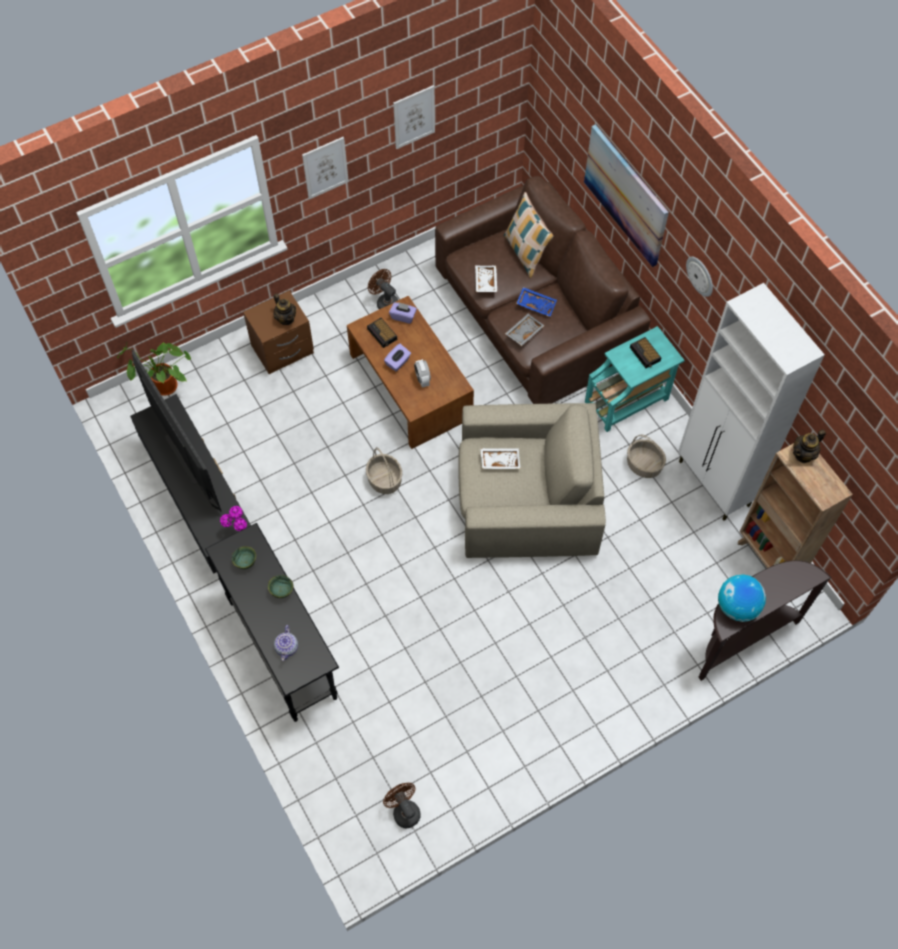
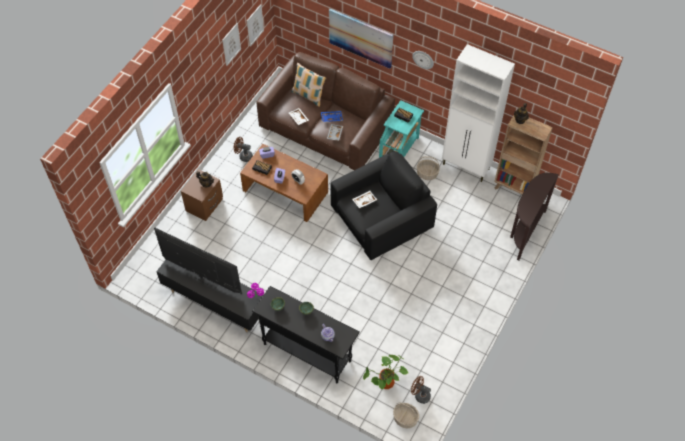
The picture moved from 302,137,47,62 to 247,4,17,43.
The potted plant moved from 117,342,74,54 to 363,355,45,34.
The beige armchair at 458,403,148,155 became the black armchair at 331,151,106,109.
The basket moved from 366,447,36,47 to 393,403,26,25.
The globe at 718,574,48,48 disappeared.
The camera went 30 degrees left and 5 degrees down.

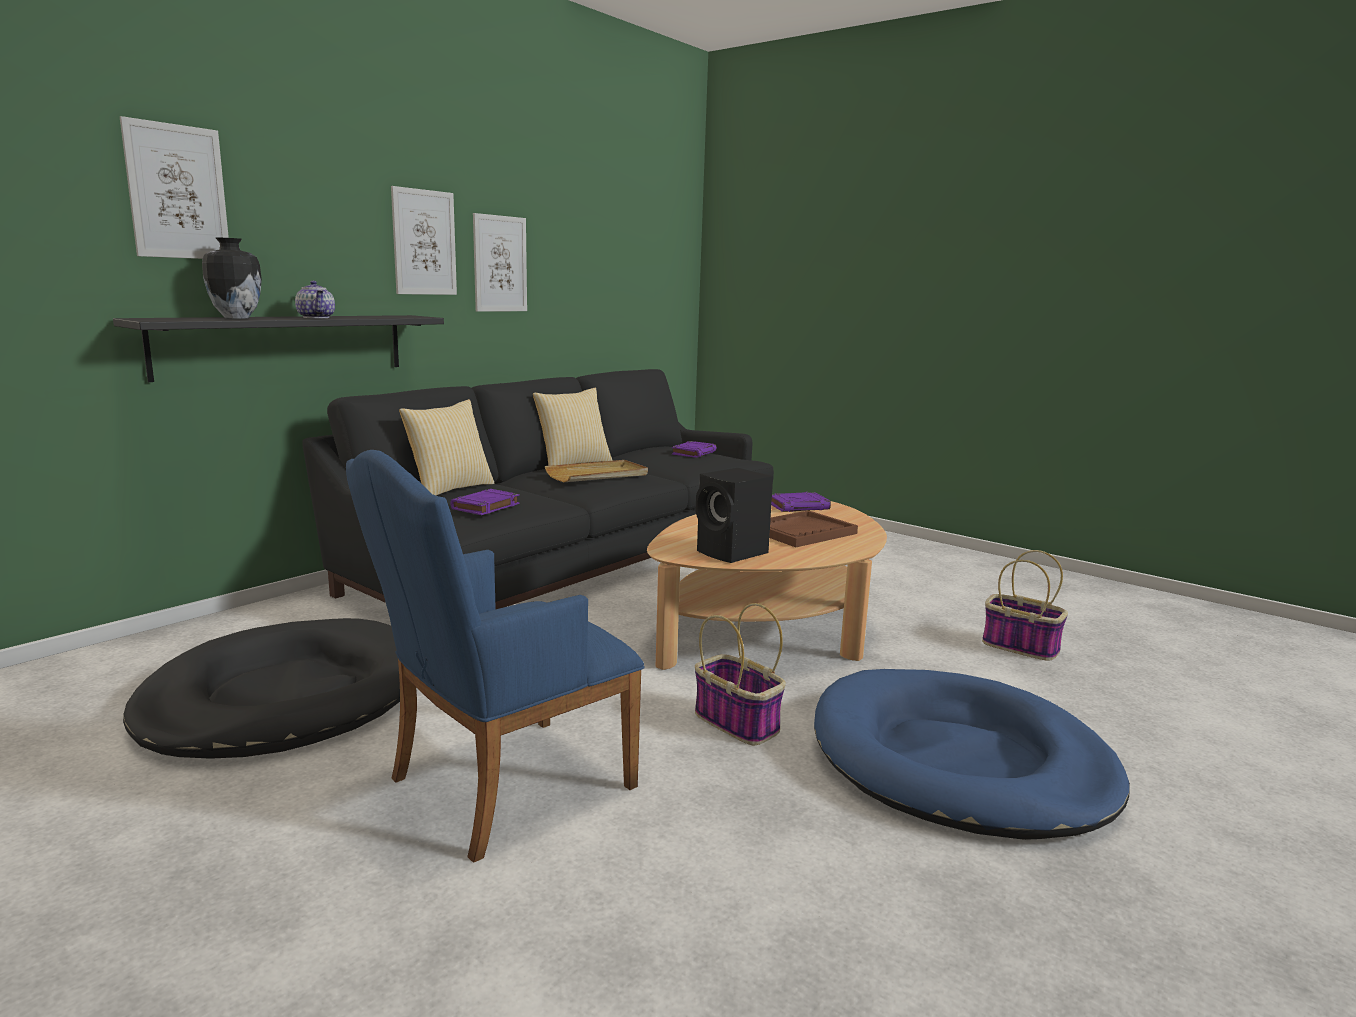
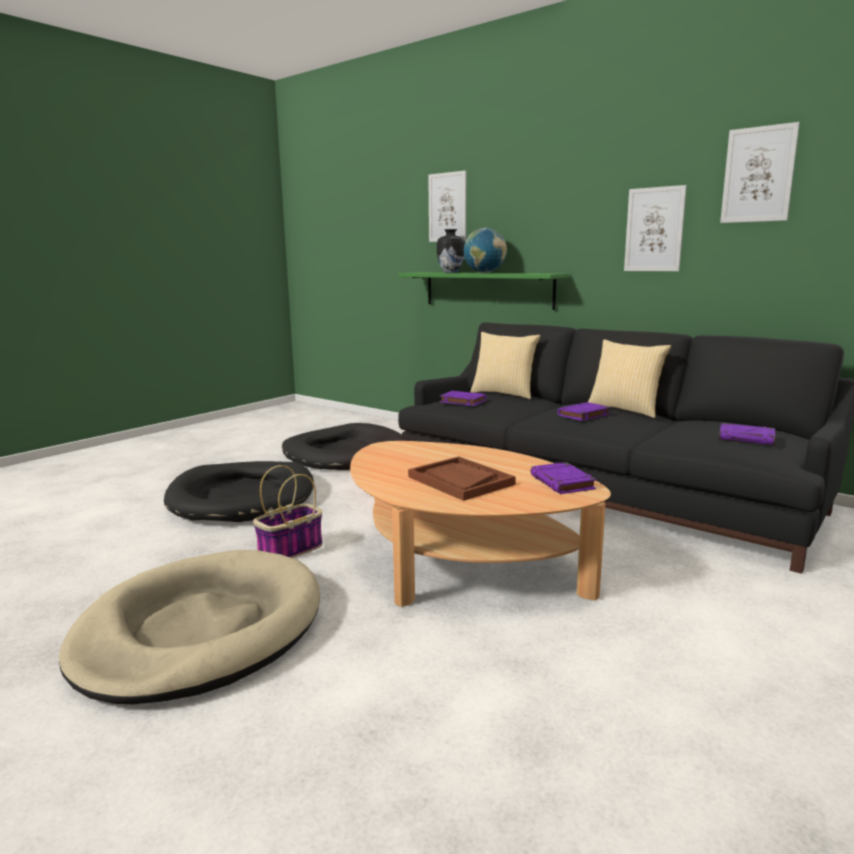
The picture moved from 391,186,66,109 to 720,122,80,101.
The teapot at 295,281,40,37 was replaced by the globe at 463,228,44,45.
The black shelf at 113,315,331,67 became the green shelf at 398,272,171,38.
The blue armchair at 346,450,299,413 was replaced by the black dog bed at 164,461,150,61.
The beige tray at 545,460,103,22 was replaced by the purple book at 558,402,52,19.
The black speaker at 696,468,77,95 disappeared.
The basket at 982,550,86,111 disappeared.
The blue dog bed at 814,669,316,171 became the beige dog bed at 59,550,261,154.
The camera went 90 degrees right and 0 degrees up.

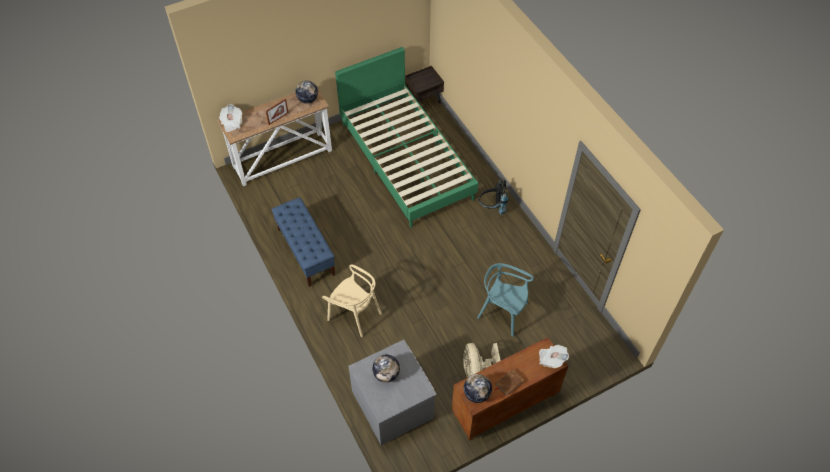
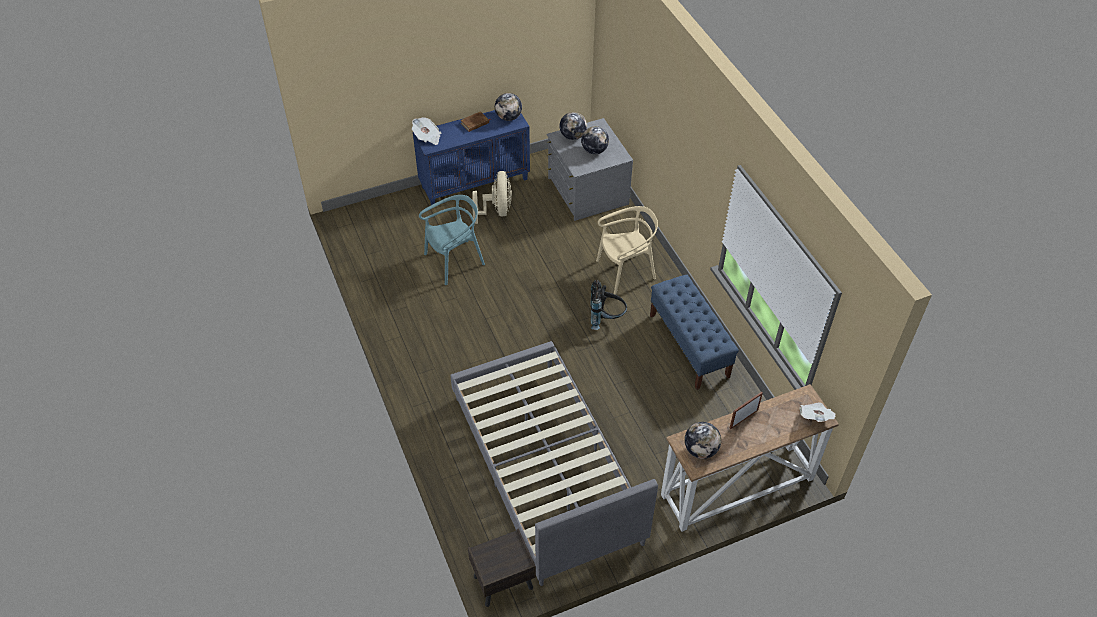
The green bed at 335,47,143,181 became the grey bed at 450,341,208,245.
The black backpack moved from 479,179,29,36 to 590,280,37,50.
The turquoise chair at 477,263,57,74 turned 60 degrees counterclockwise.
The beige chair at 322,264,60,73 turned 120 degrees clockwise.
The brown cabinet at 452,337,116,104 became the blue cabinet at 413,110,117,95.
The globe at 559,112,28,28 appeared.
The camera went 175 degrees left and 5 degrees down.

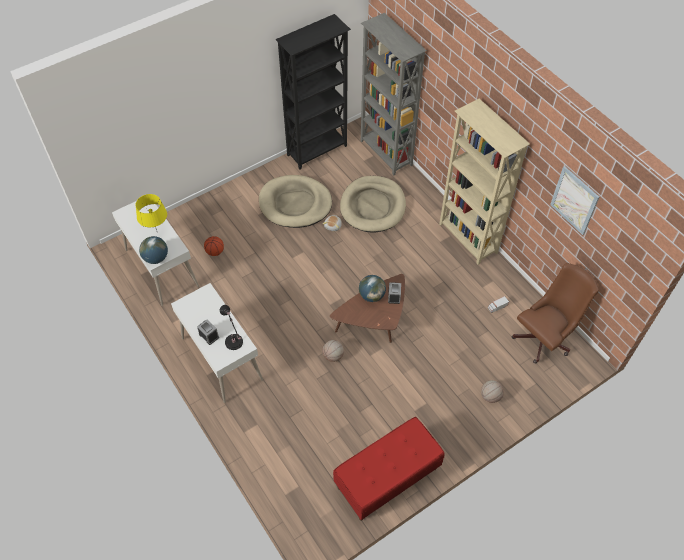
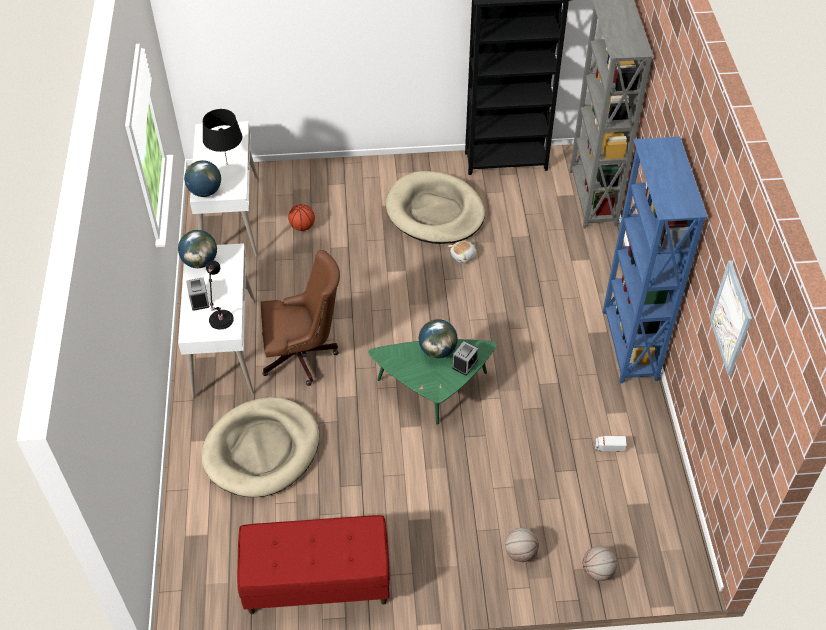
The beige bookcase at 439,99,91,166 became the blue bookcase at 603,137,105,246.
The beige dog bed moved from 340,176,66,57 to 201,397,118,100.
The yellow table lamp at 136,194,31,36 became the black table lamp at 203,109,39,56.
The brown office chair moved from 512,263,87,101 to 261,250,79,136.
The brown coffee table at 330,274,75,69 became the green coffee table at 368,339,129,86.
The basketball moved from 322,340,22,22 to 582,546,35,35.
The globe at 178,230,39,38 appeared.
The camera went 30 degrees right and 5 degrees down.

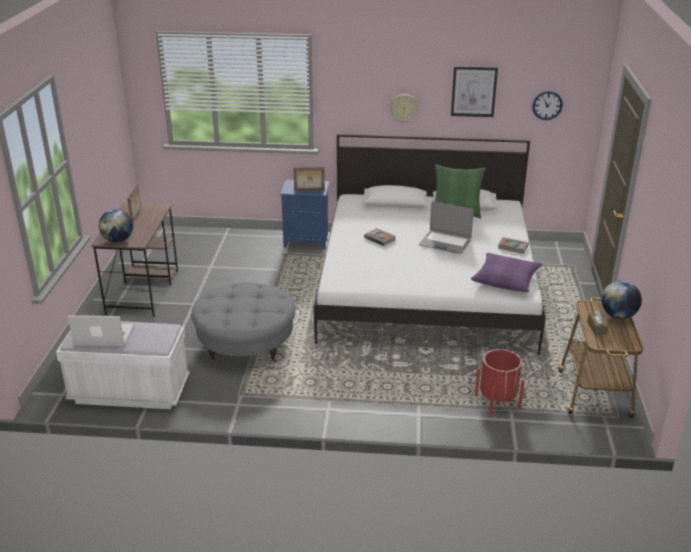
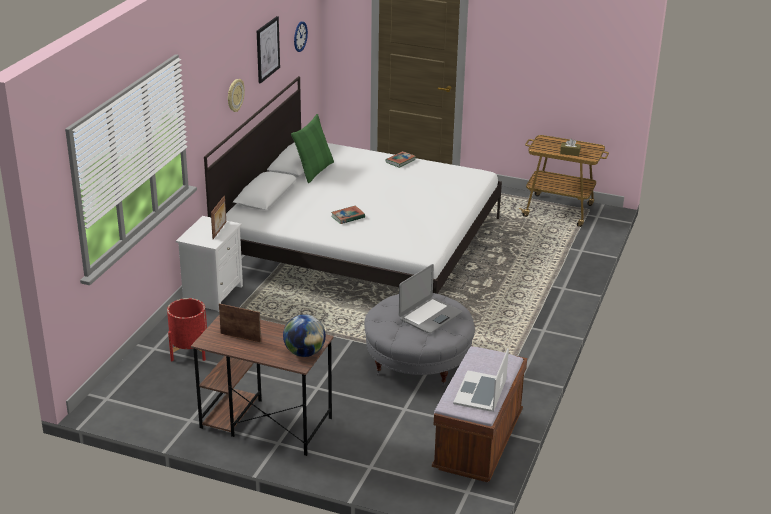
The blue nightstand at 280,179,50,70 became the white nightstand at 176,216,67,96.
The laptop moved from 419,201,55,53 to 399,264,63,69.
The purple pillow at 471,253,71,39 disappeared.
The globe at 601,281,41,38 disappeared.
The white bench at 56,321,134,88 became the brown bench at 432,346,95,136.
The red planter moved from 475,349,50,67 to 167,298,40,63.
The camera went 75 degrees left and 0 degrees up.

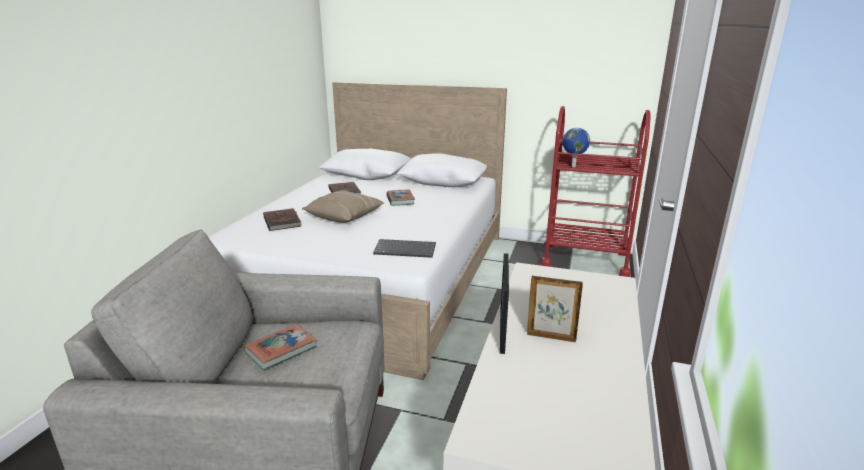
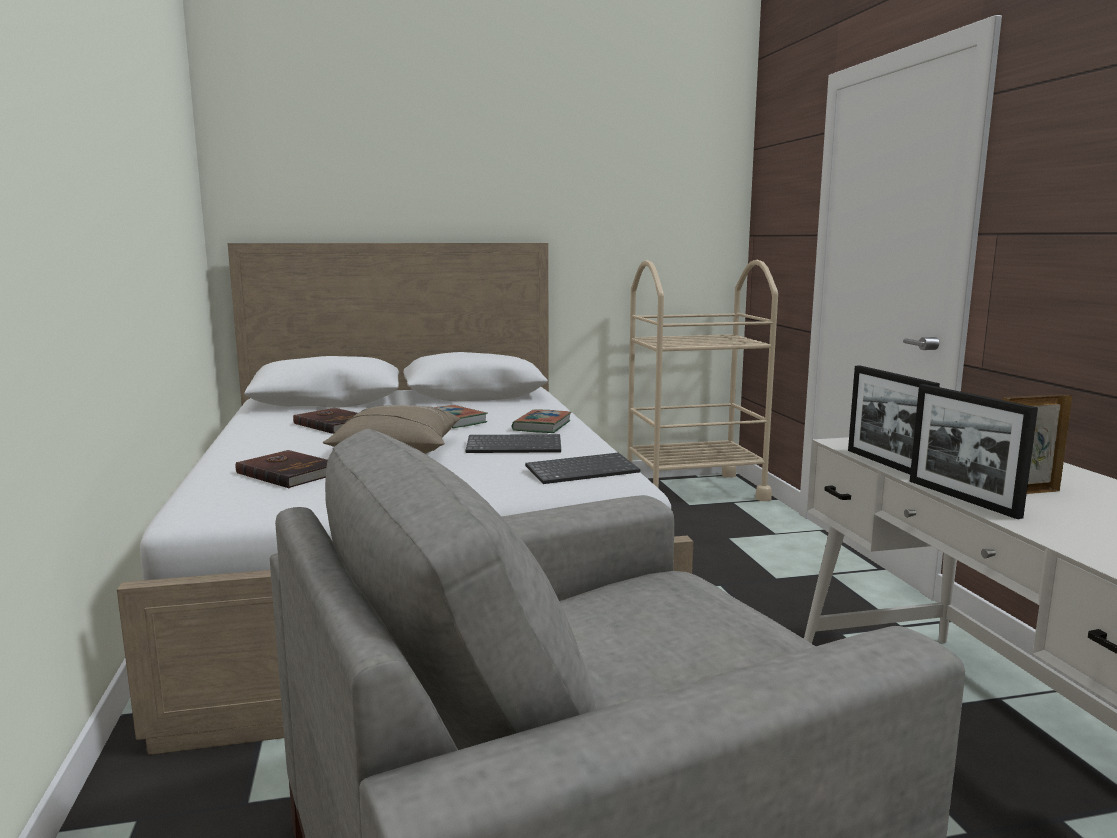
The red cart at 541,106,109,171 became the beige cart at 628,260,150,241.
The globe at 562,128,28,39 disappeared.
The book moved from 244,324,73,47 to 512,409,60,24.
The picture frame at 848,365,92,110 appeared.
The keyboard at 466,434,95,19 appeared.
The camera went 30 degrees left and 10 degrees down.

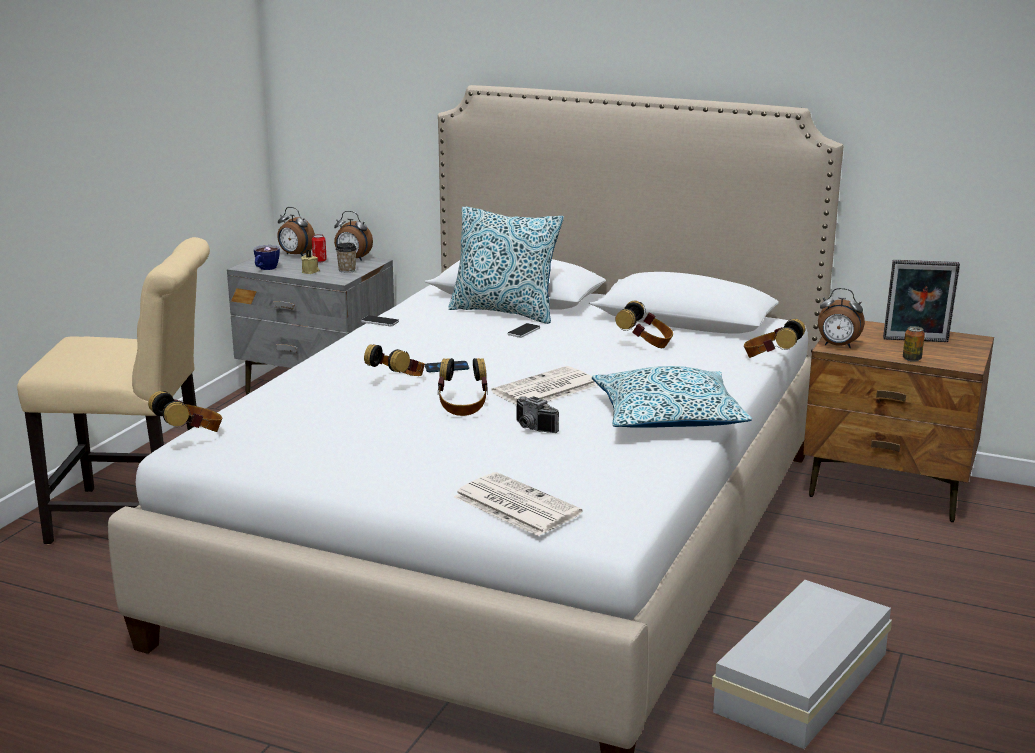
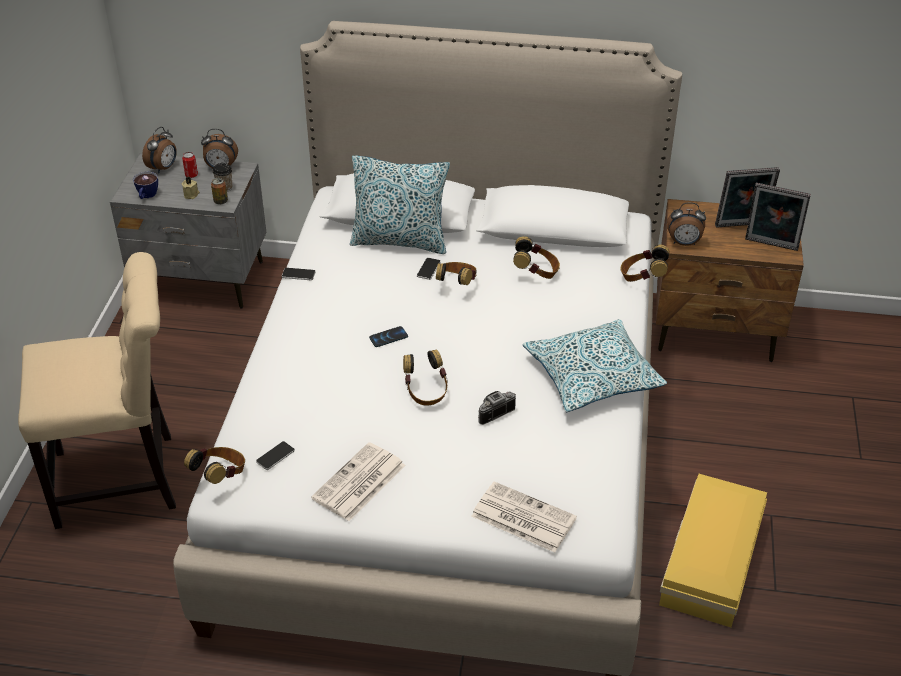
The alarm clock at 277,207,38,49 turned 75 degrees counterclockwise.
The can moved from 903,326,22,36 to 211,178,17,27.
The headphones moved from 364,344,61,32 to 436,262,41,23.
The newspaper moved from 491,366,107,39 to 311,442,94,79.
The photo camera at 516,396,43,37 turned 120 degrees clockwise.
The white storage box at 712,580,180,169 became the yellow storage box at 659,474,108,153.
The picture frame at 745,183,66,68 appeared.
The phone at 256,441,39,29 appeared.
The camera went 15 degrees left and 20 degrees up.

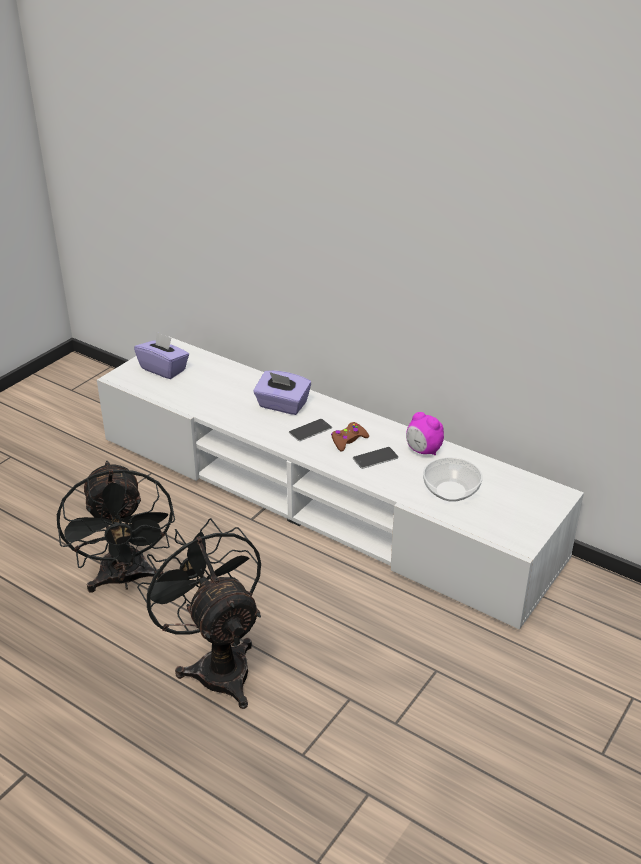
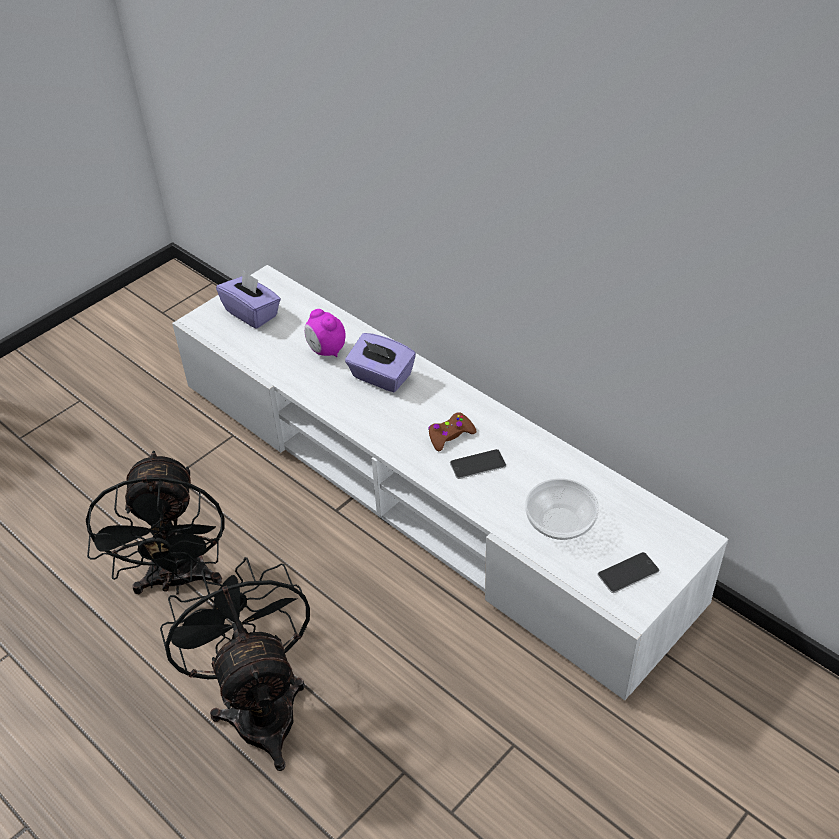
The alarm clock moved from 406,412,38,43 to 304,309,42,48.
The phone moved from 289,419,43,22 to 598,552,61,41.
The camera went 10 degrees right and 10 degrees up.

